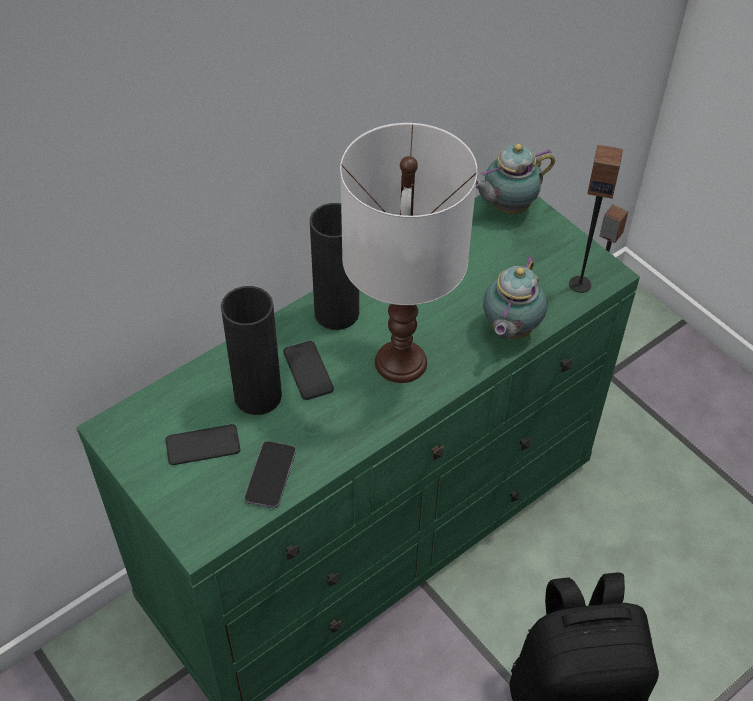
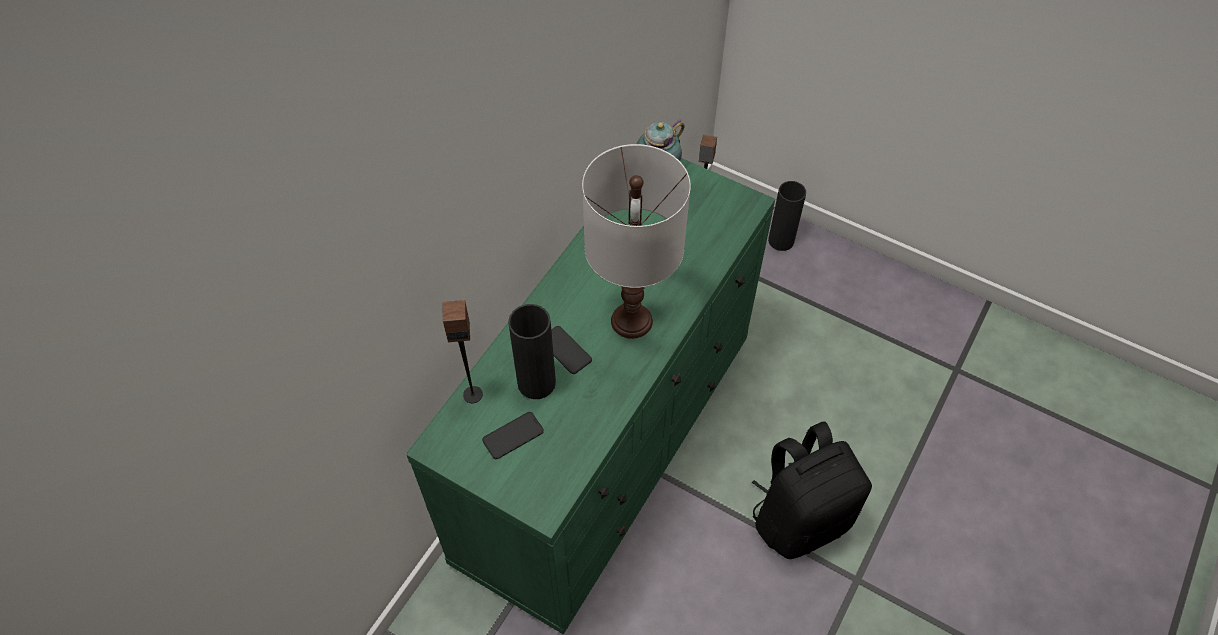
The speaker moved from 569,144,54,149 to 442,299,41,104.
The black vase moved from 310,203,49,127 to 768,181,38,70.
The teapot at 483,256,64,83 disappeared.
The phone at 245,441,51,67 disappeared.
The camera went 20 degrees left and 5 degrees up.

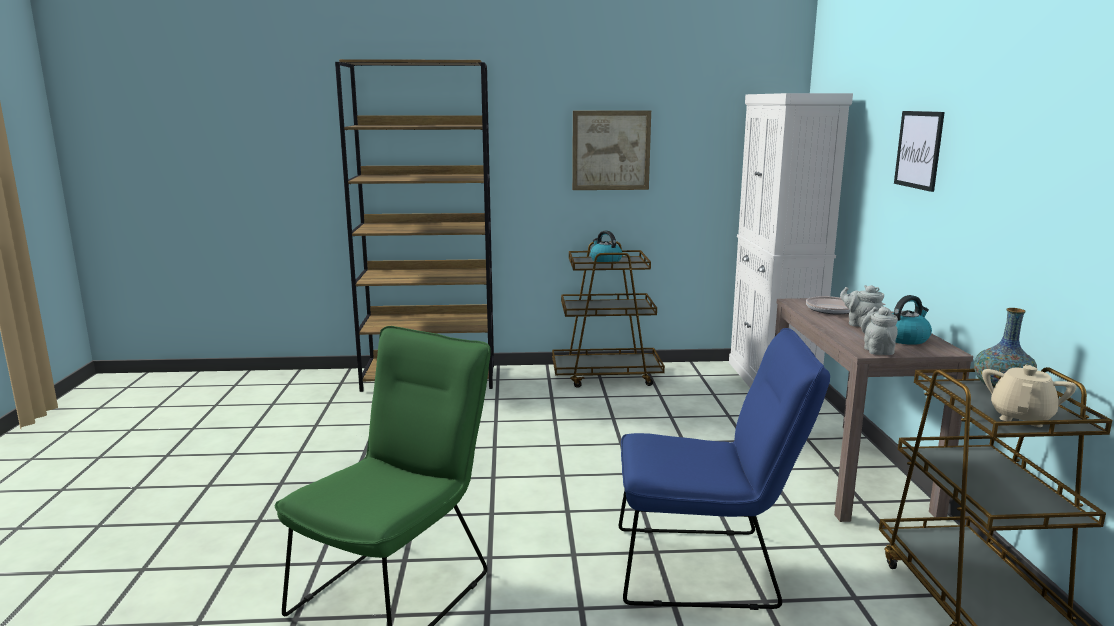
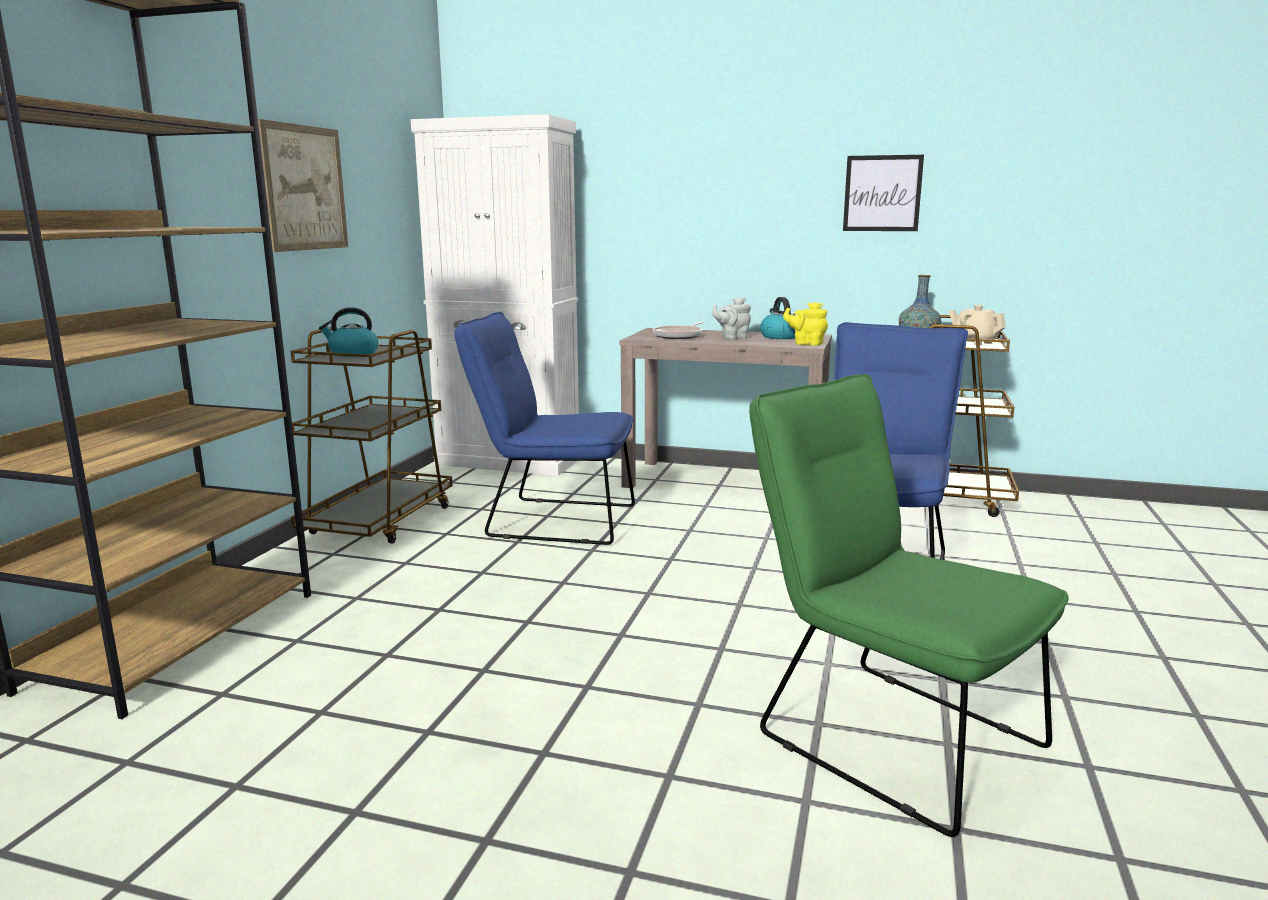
The picture moved from 894,111,51,81 to 843,155,81,76.
The grey teapot at 861,306,37,49 became the yellow teapot at 783,302,45,44.
The blue chair at 454,312,181,233 appeared.
The camera went 70 degrees left and 0 degrees up.

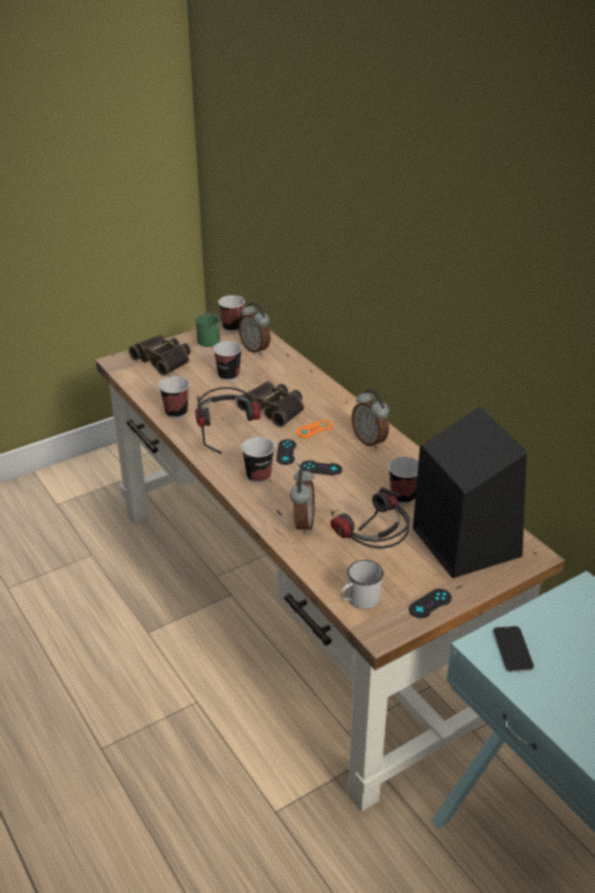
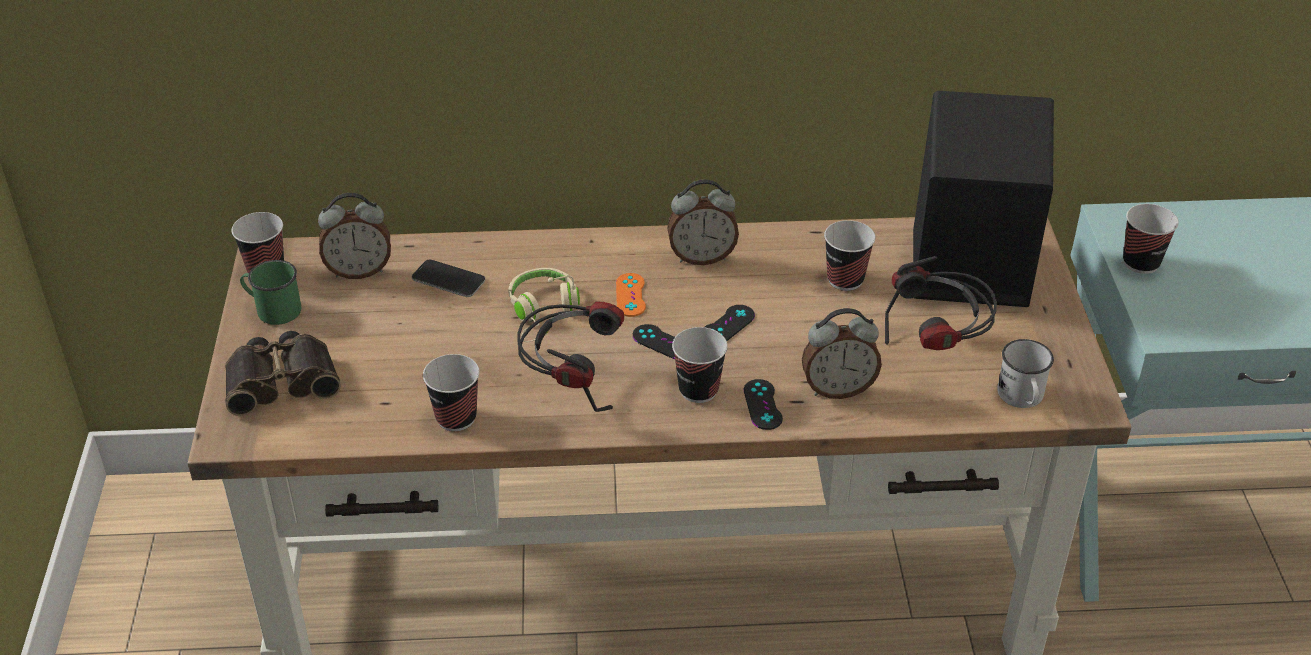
The cup moved from 213,341,29,40 to 1123,204,56,70.
The binoculars at 236,381,68,46 was replaced by the beige headphones at 508,268,72,74.
The alarm clock at 290,468,25,67 turned 135 degrees clockwise.
The black game controller moved from 409,589,43,29 to 744,379,39,51.
The phone moved from 493,626,41,46 to 412,260,73,37.
The camera went 60 degrees left and 5 degrees up.

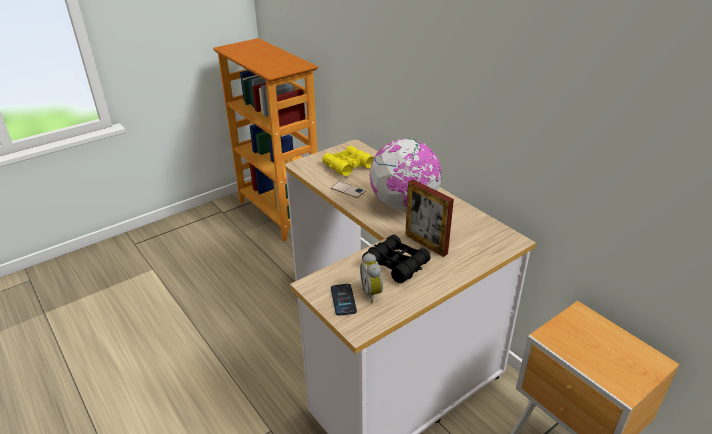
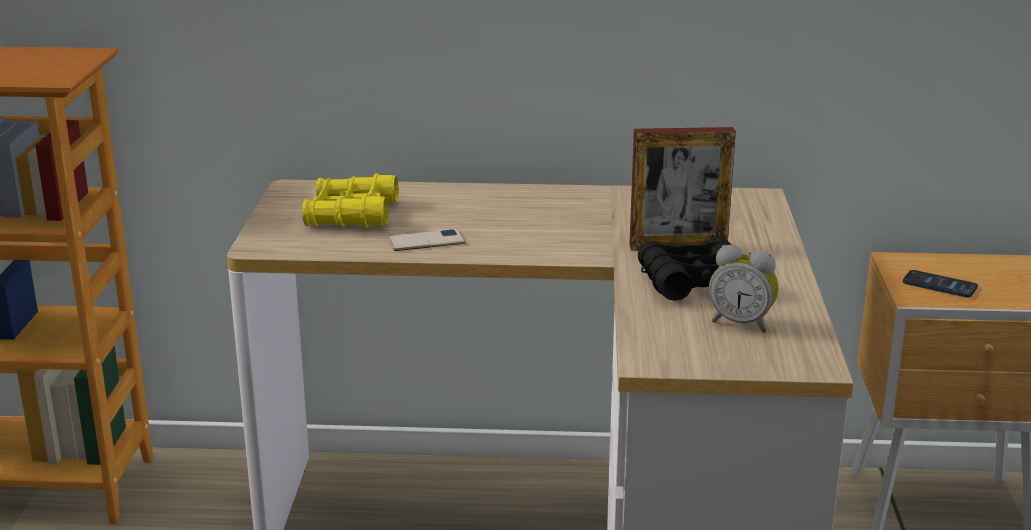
The globe at 370,138,72,73 disappeared.
The phone moved from 331,284,26,32 to 903,270,75,27.
The camera went 50 degrees left and 10 degrees down.

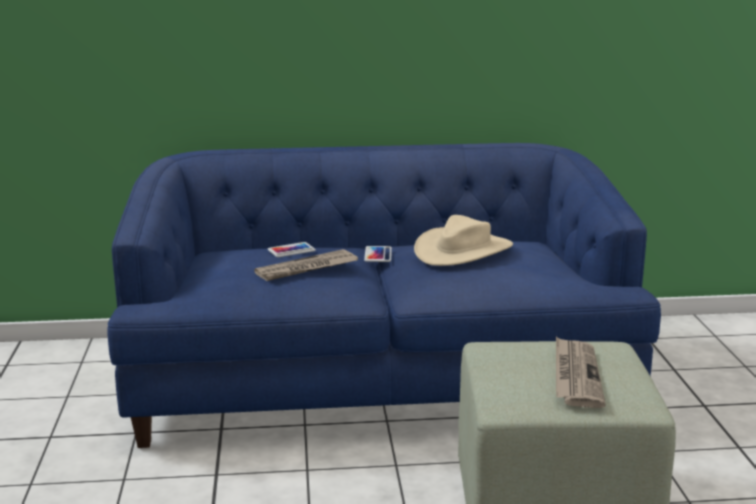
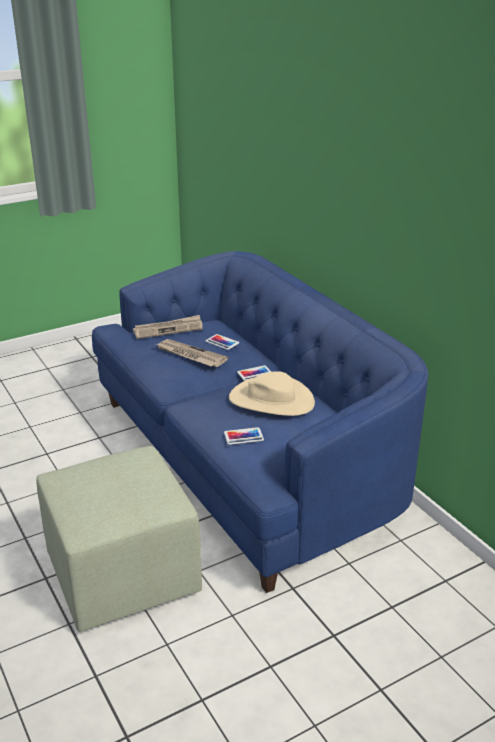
The newspaper moved from 556,337,50,71 to 133,315,70,24.
The phone at 224,427,40,18 appeared.
The camera went 65 degrees right and 10 degrees up.

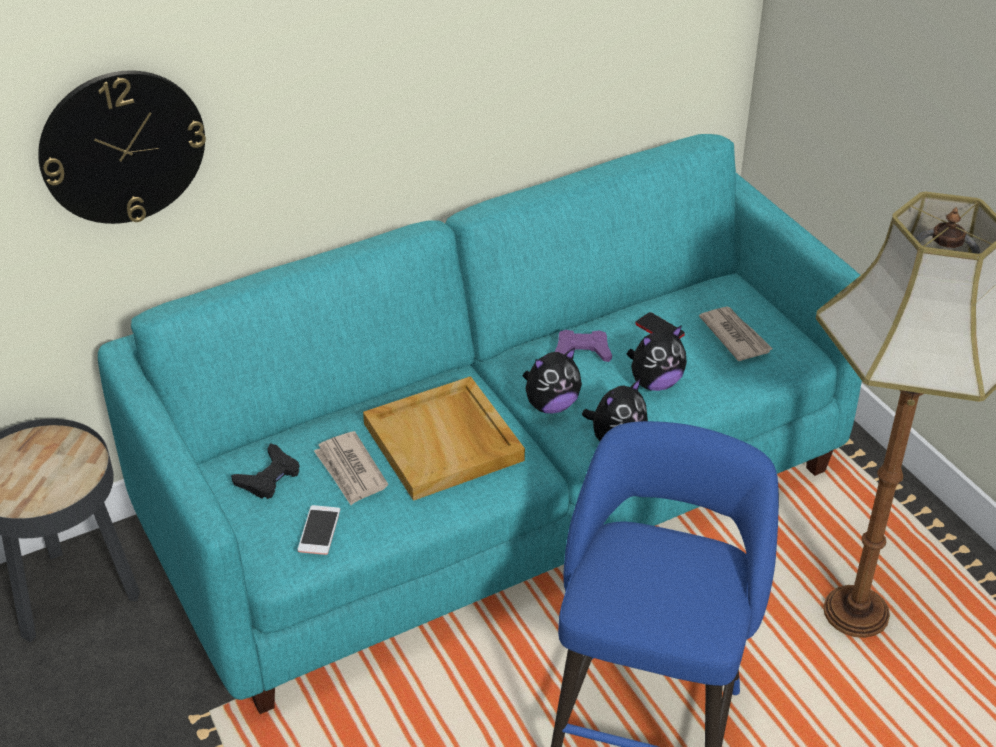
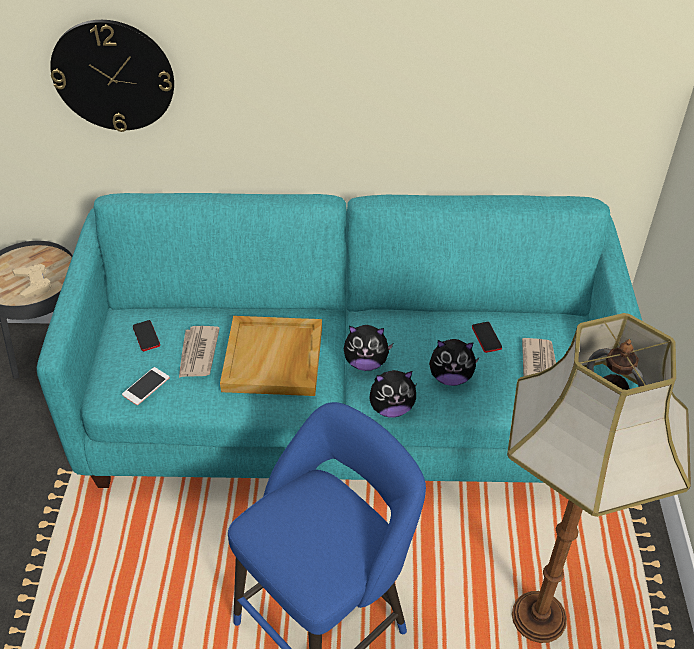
The purple game controller at 555,330,57,32 disappeared.
The black game controller at 231,443,68,56 was replaced by the phone at 133,320,27,32.
The beige game controller at 12,264,39,34 appeared.
The camera went 30 degrees right and 5 degrees up.

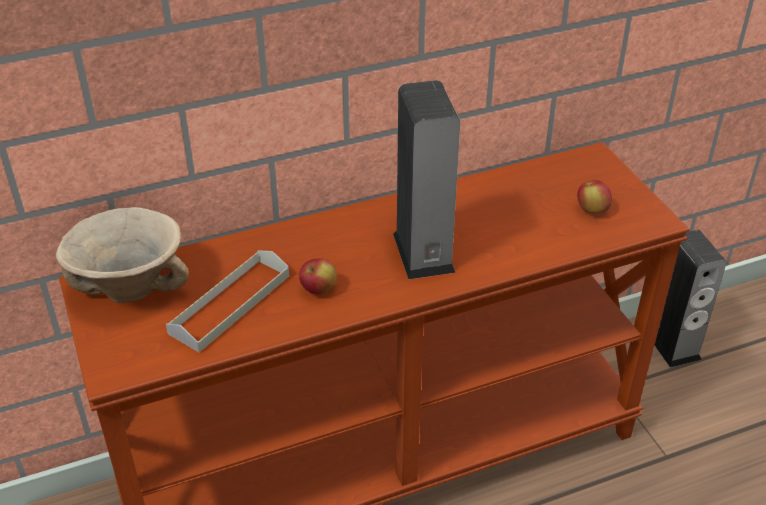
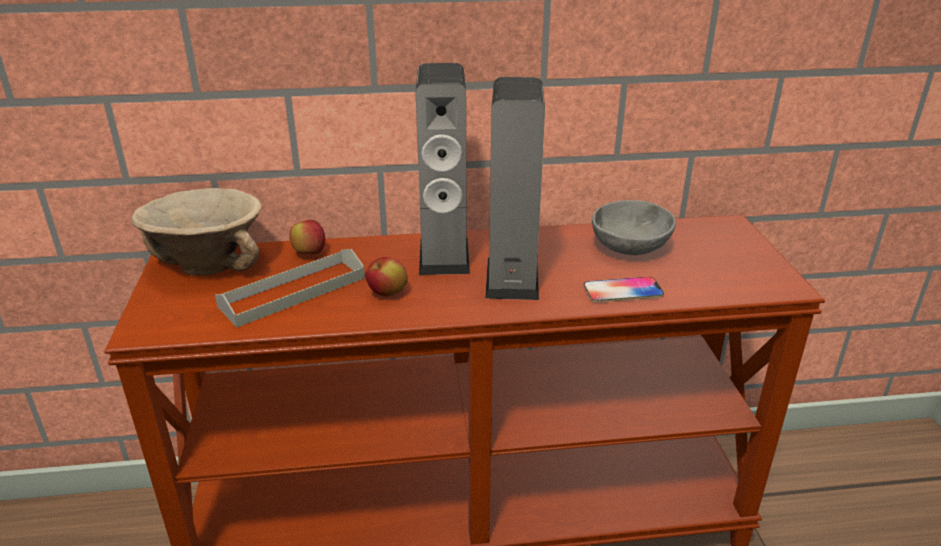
The apple moved from 577,180,35,33 to 290,220,35,34.
The speaker moved from 655,230,72,138 to 416,63,54,212.
The grey bowl at 592,200,84,55 appeared.
The phone at 584,277,80,25 appeared.
The camera went 15 degrees right and 10 degrees down.

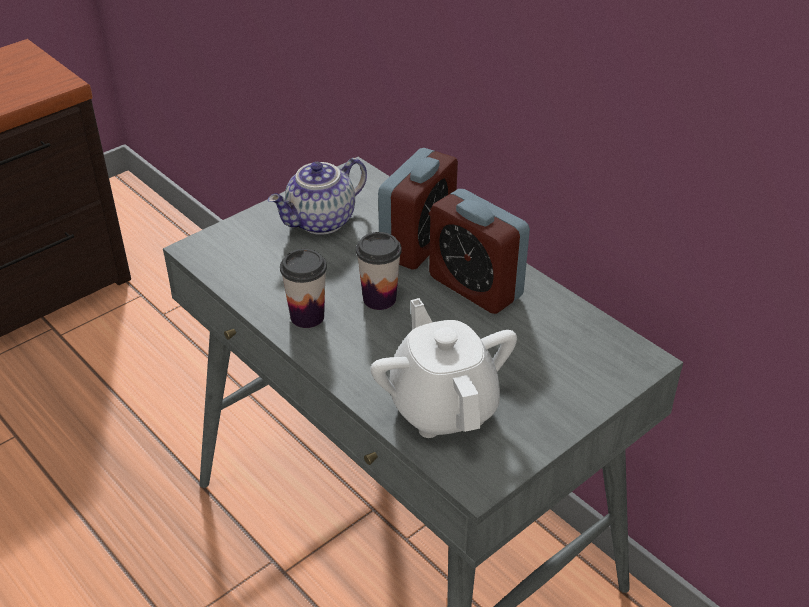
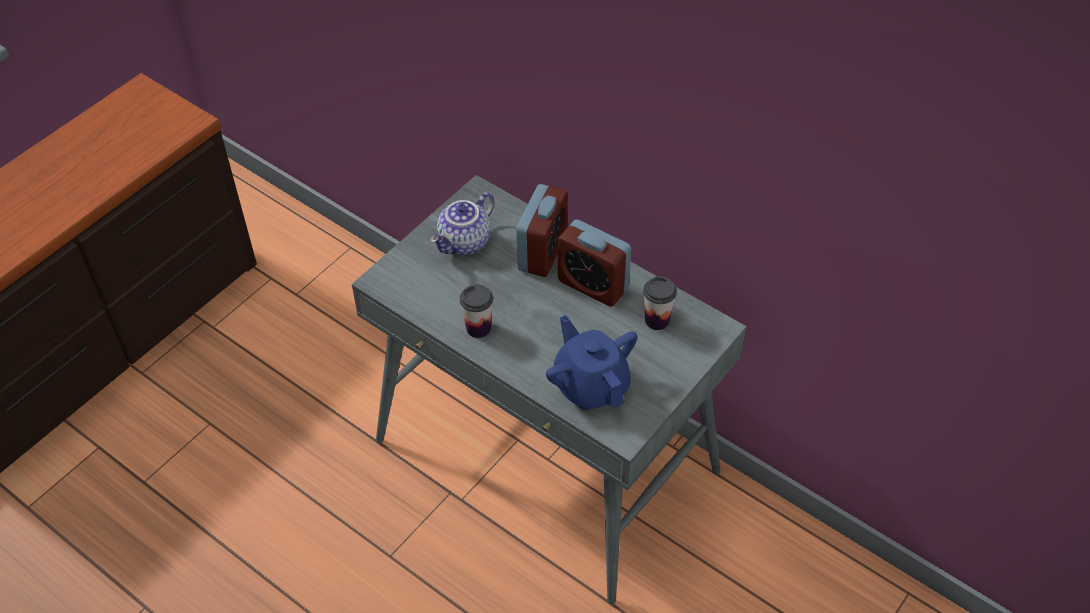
The cup moved from 356,232,46,78 to 643,277,34,53.
The white teapot at 370,298,147,140 became the blue teapot at 546,315,91,95.
The camera went 10 degrees left and 10 degrees up.

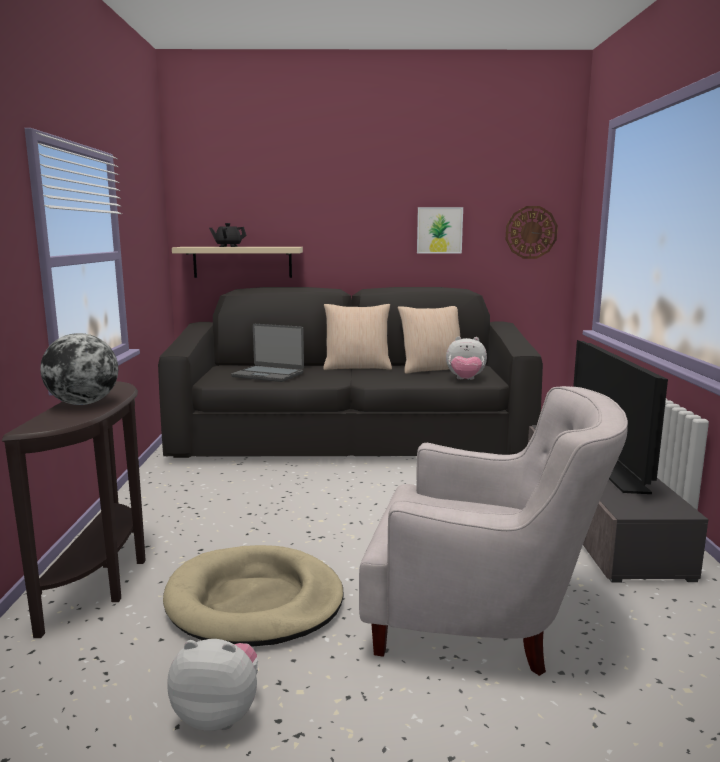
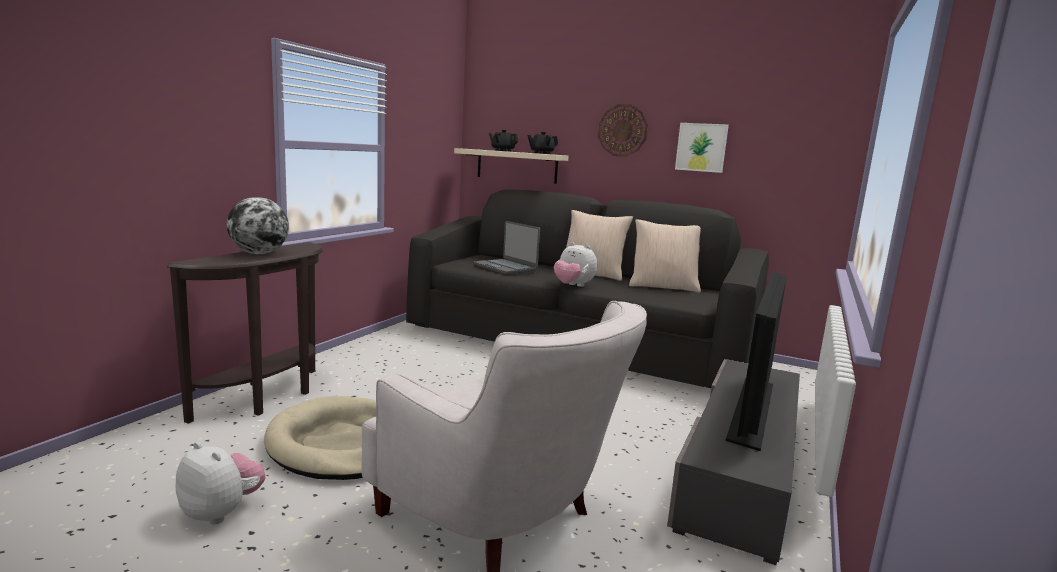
The wall clock moved from 506,206,52,53 to 598,104,50,53.
The plush toy moved from 446,336,41,44 to 554,242,43,45.
The black teapot at 527,132,31,22 appeared.
The camera went 25 degrees right and 0 degrees up.

